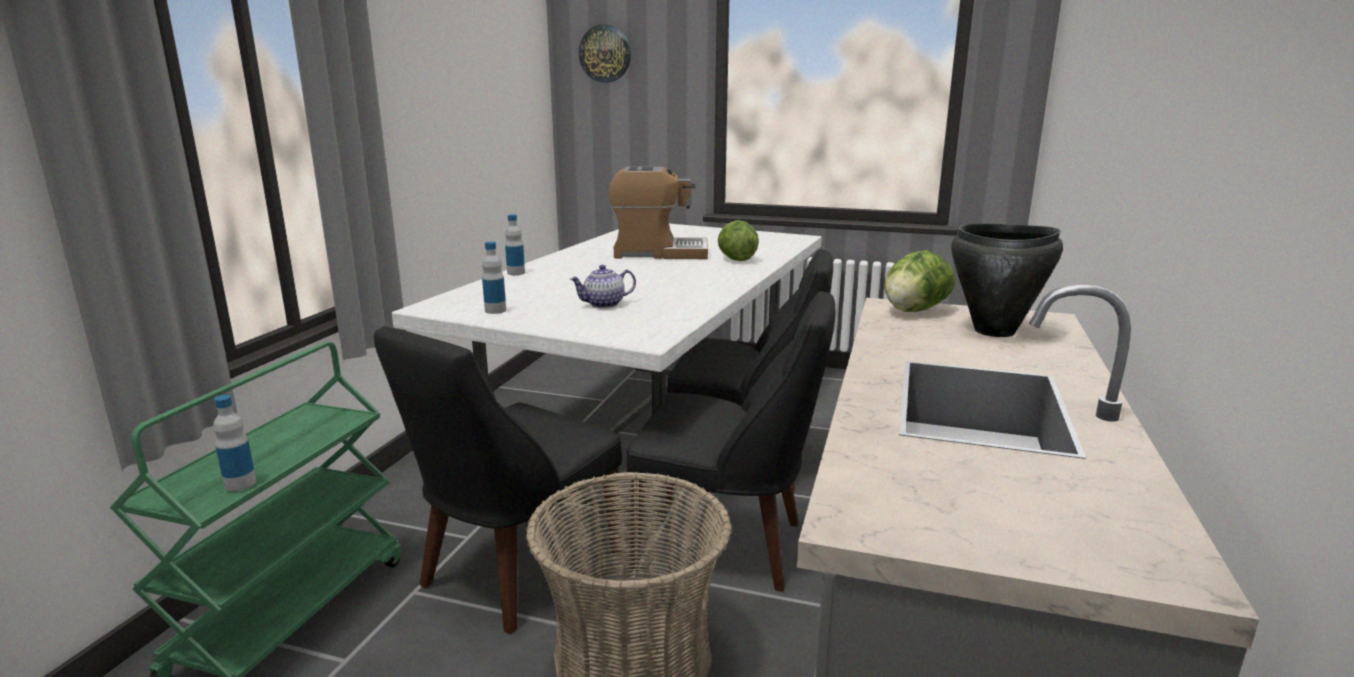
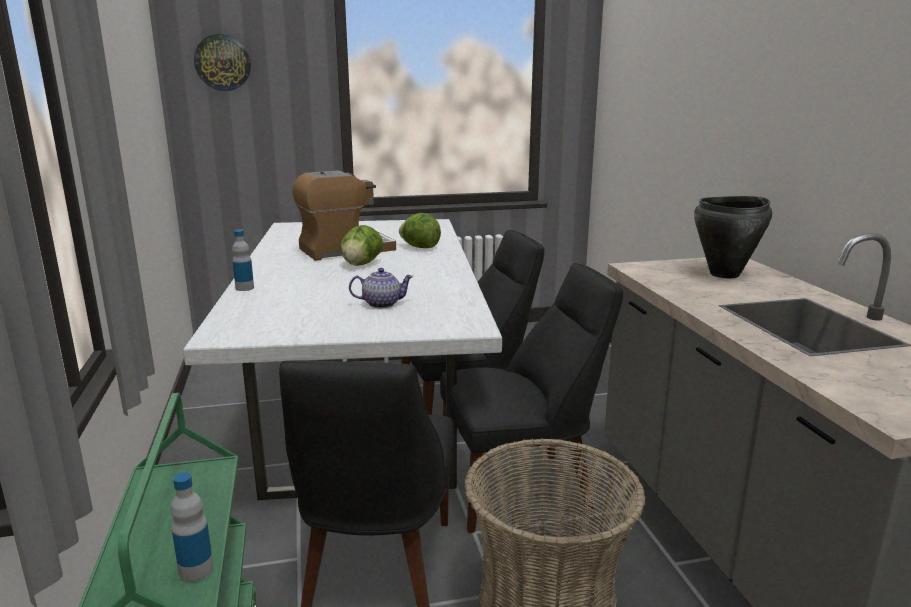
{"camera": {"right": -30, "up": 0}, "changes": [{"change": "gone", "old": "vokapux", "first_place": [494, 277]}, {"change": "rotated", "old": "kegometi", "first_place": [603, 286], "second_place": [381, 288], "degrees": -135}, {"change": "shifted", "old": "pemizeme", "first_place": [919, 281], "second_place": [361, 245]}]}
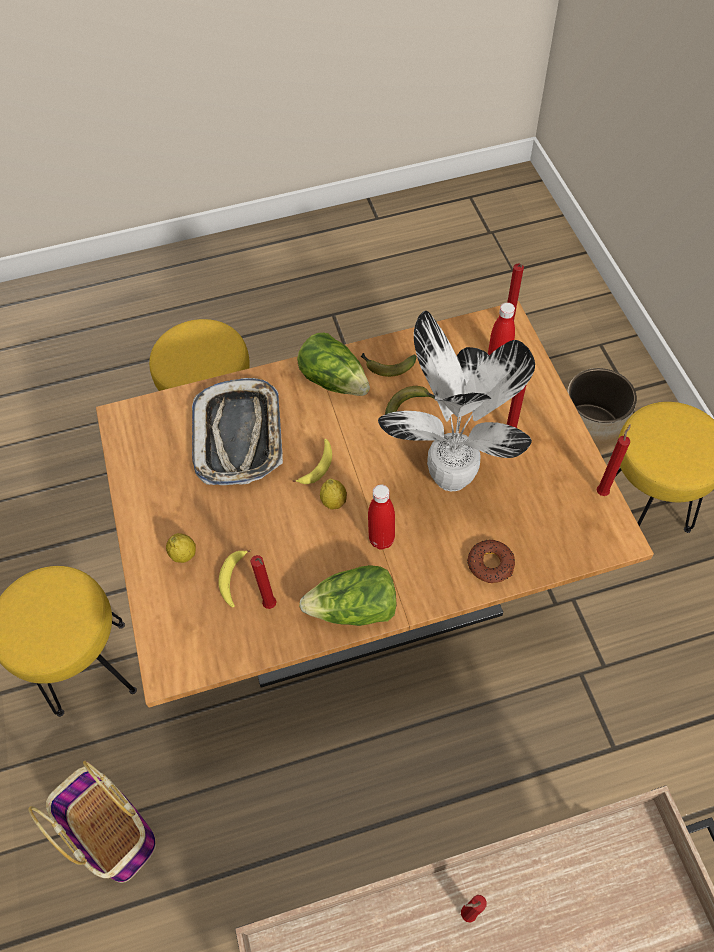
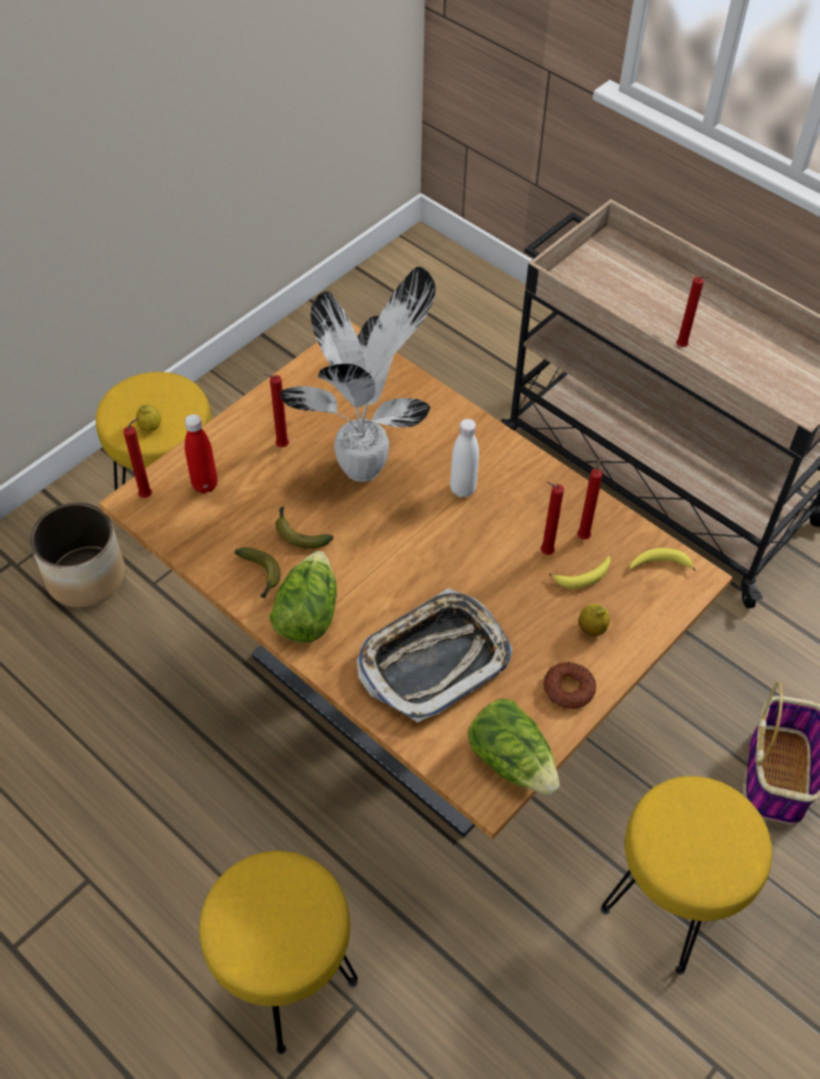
{"camera": {"right": -125, "up": -5}, "changes": [{"change": "shifted", "old": "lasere", "first_place": [312, 461], "second_place": [662, 559]}, {"change": "shifted", "old": "pemizeme", "first_place": [347, 595], "second_place": [514, 746]}, {"change": "shifted", "old": "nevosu", "first_place": [333, 494], "second_place": [148, 418]}, {"change": "repainted", "old": "red_vokapux", "new": "white_vokapux", "first_place": [381, 517], "second_place": [464, 458]}, {"change": "shifted", "old": "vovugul", "first_place": [491, 561], "second_place": [569, 685]}, {"change": "shifted", "old": "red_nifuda", "first_place": [613, 460], "second_place": [552, 518]}]}
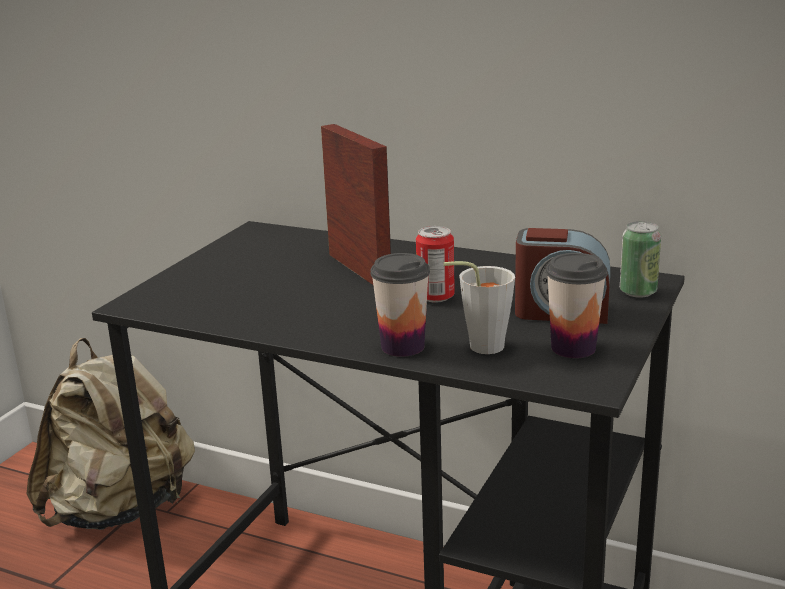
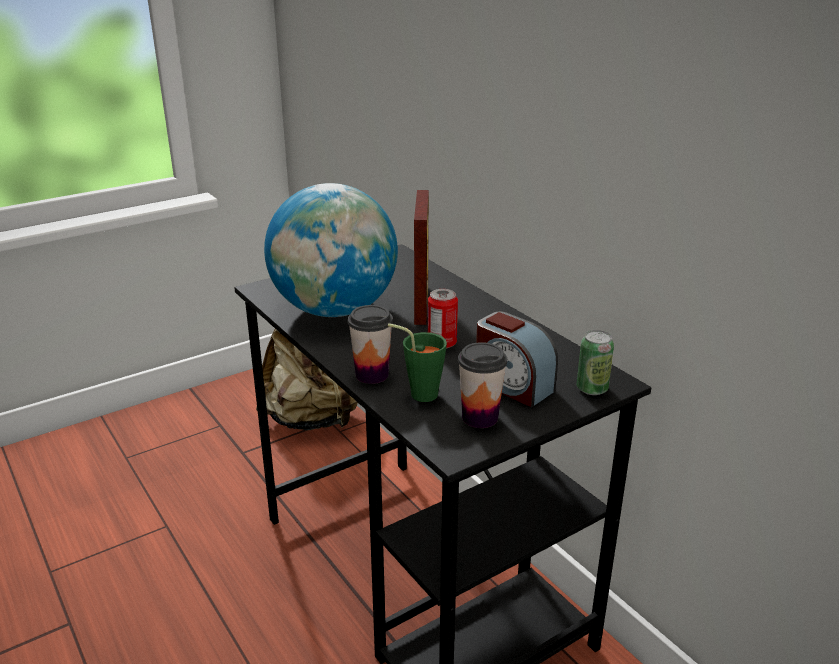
{"camera": {"right": 30, "up": 5}, "changes": [{"change": "repainted", "old": "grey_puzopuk", "new": "green_puzopuk", "first_place": [479, 307], "second_place": [417, 362]}, {"change": "new", "new": "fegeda", "second_place": [331, 250]}]}
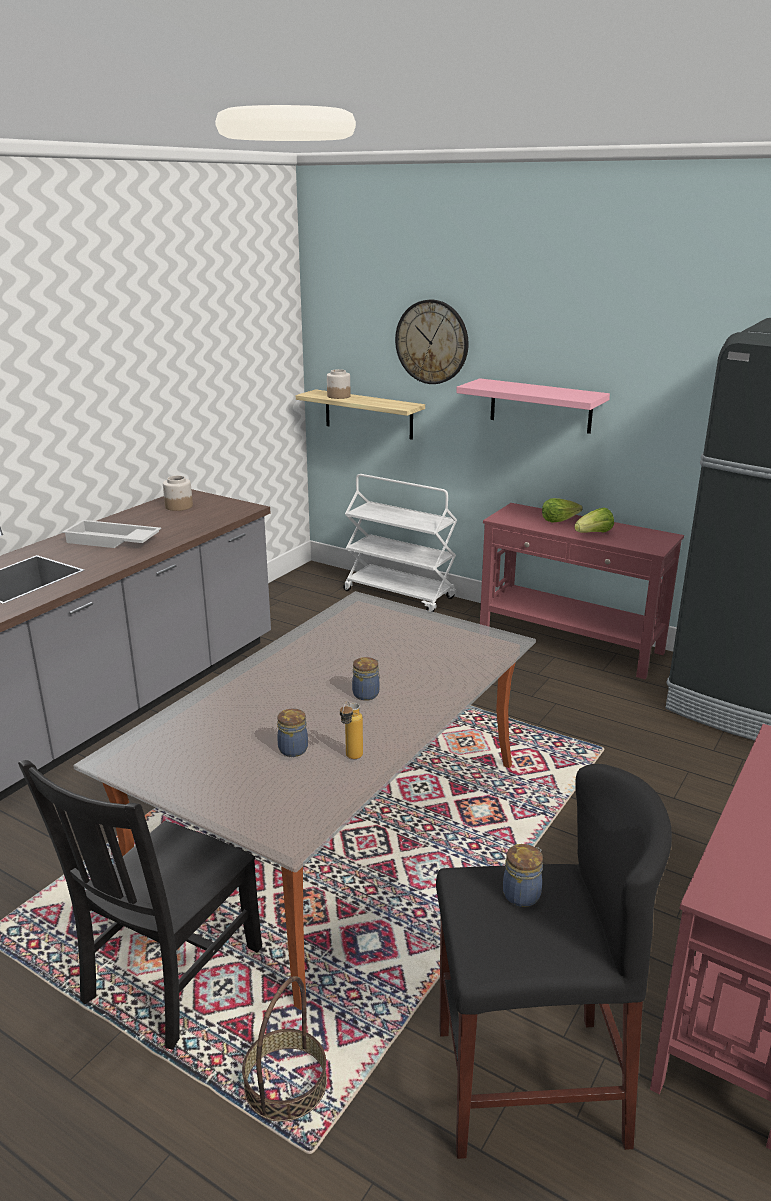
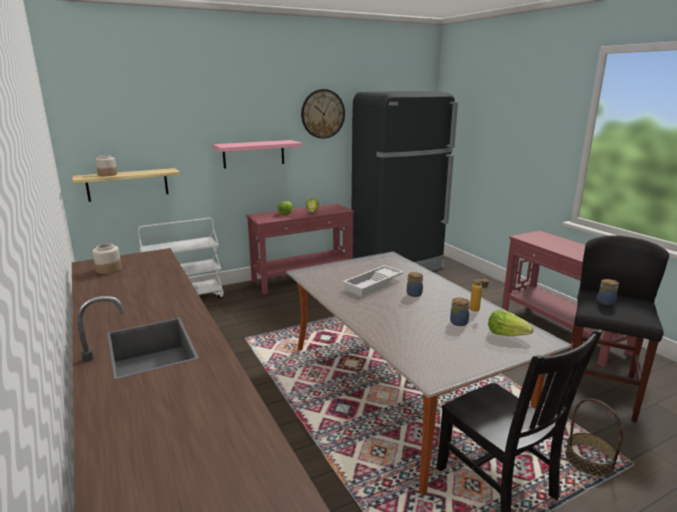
{"camera": {"right": -60, "up": -5}, "changes": [{"change": "shifted", "old": "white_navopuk", "first_place": [111, 534], "second_place": [373, 280]}, {"change": "shifted", "old": "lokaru", "first_place": [432, 342], "second_place": [323, 114]}, {"change": "new", "new": "pemizeme", "second_place": [511, 323]}]}
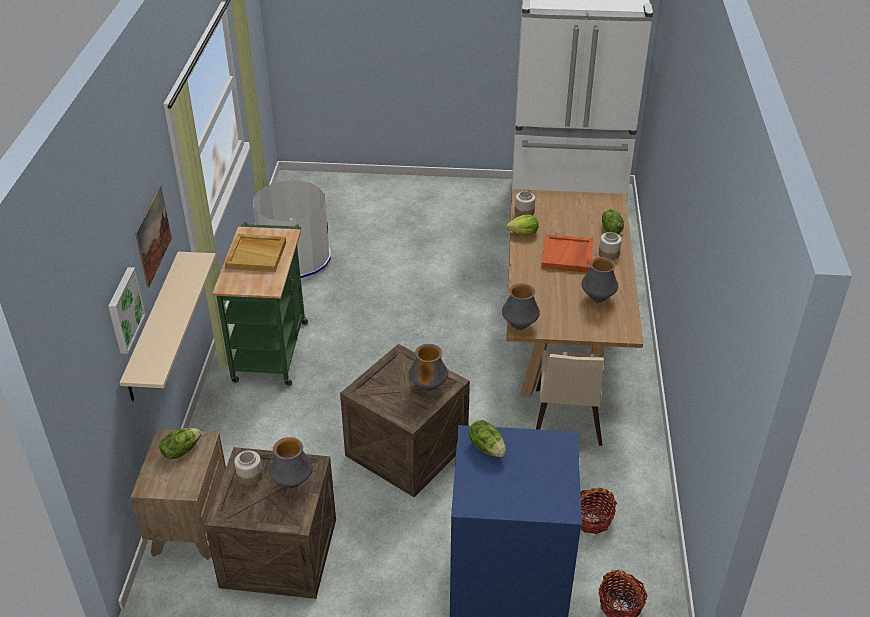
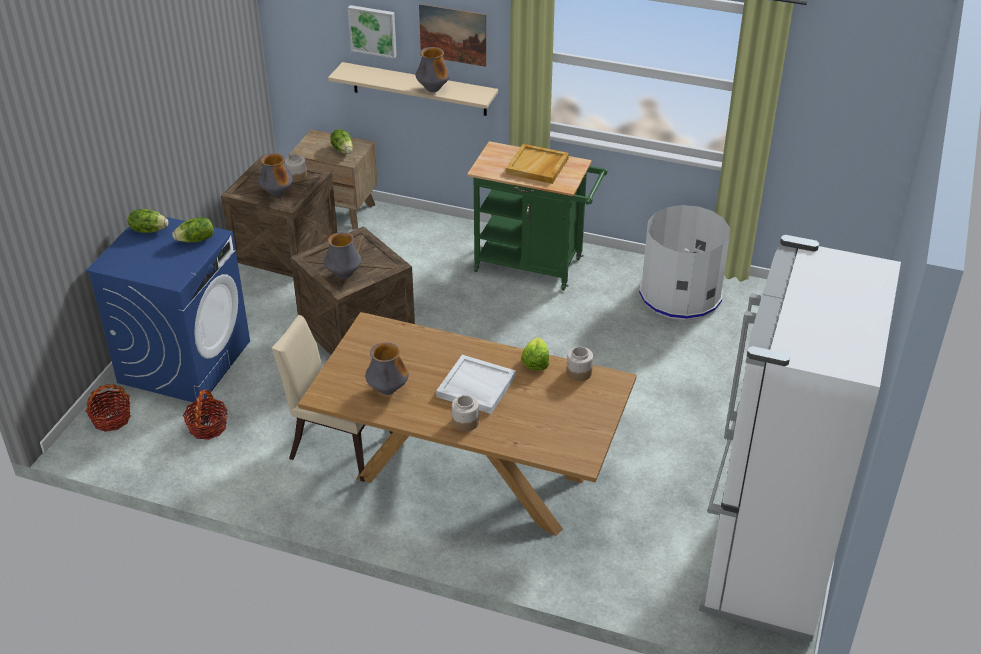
{"camera": {"right": 105, "up": 0}, "changes": [{"change": "shifted", "old": "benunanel", "first_place": [521, 306], "second_place": [433, 69]}, {"change": "repainted", "old": "orange_navopuk", "new": "white_navopuk", "first_place": [567, 253], "second_place": [476, 384]}, {"change": "shifted", "old": "pemizeme", "first_place": [613, 221], "second_place": [148, 221]}]}
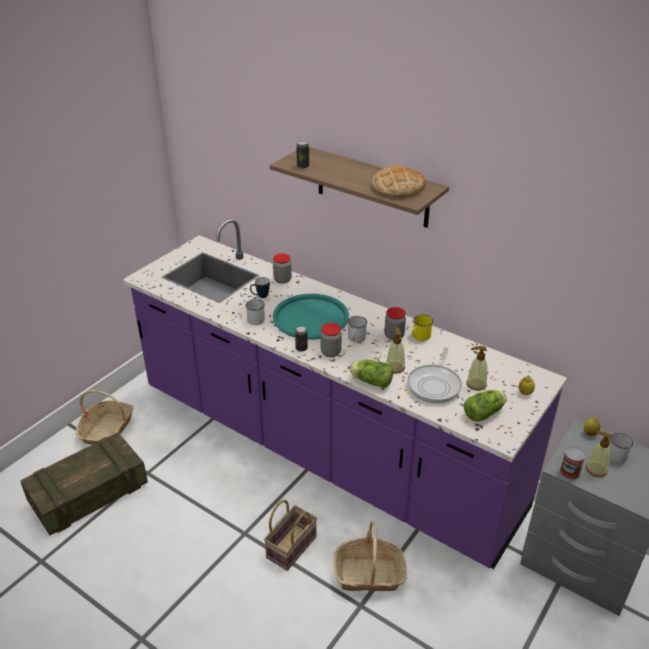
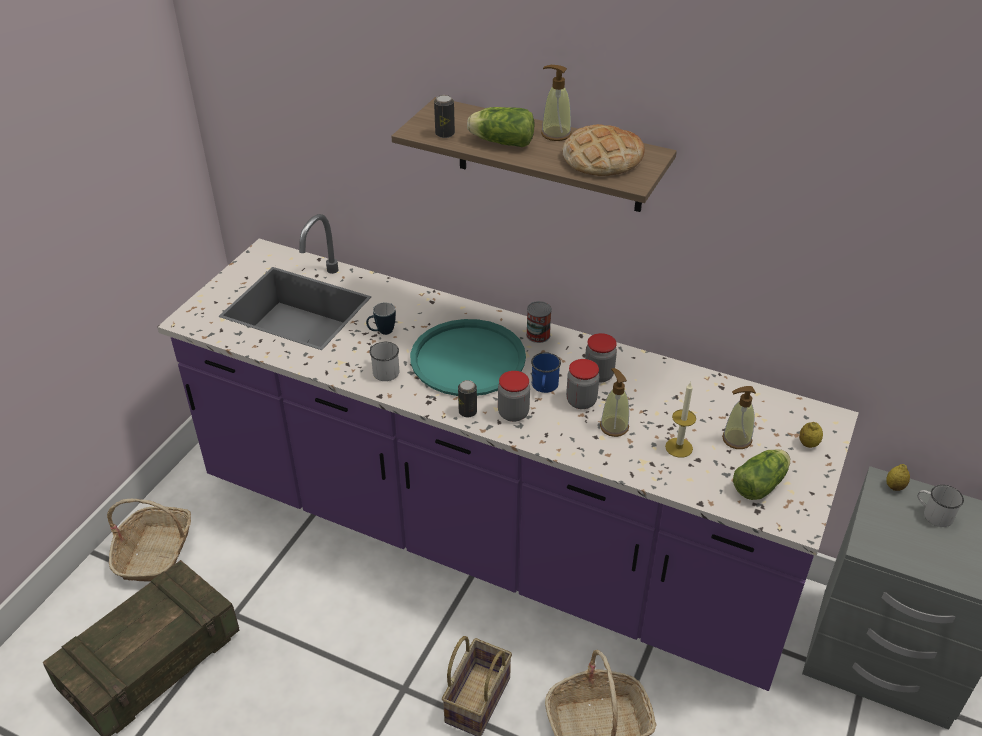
{"camera": {"right": -10, "up": 5}, "changes": [{"change": "shifted", "old": "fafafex", "first_place": [282, 268], "second_place": [582, 384]}, {"change": "repainted", "old": "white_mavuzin", "new": "blue_mavuzin", "first_place": [357, 329], "second_place": [546, 372]}, {"change": "shifted", "old": "pemizeme", "first_place": [371, 374], "second_place": [500, 127]}, {"change": "swapped", "old": "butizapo", "new": "nifuda", "first_place": [434, 375], "second_place": [680, 420]}, {"change": "gone", "old": "yellow_mavuzin", "first_place": [422, 327]}, {"change": "shifted", "old": "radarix", "first_place": [573, 462], "second_place": [539, 322]}, {"change": "shifted", "old": "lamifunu", "first_place": [599, 454], "second_place": [556, 103]}]}
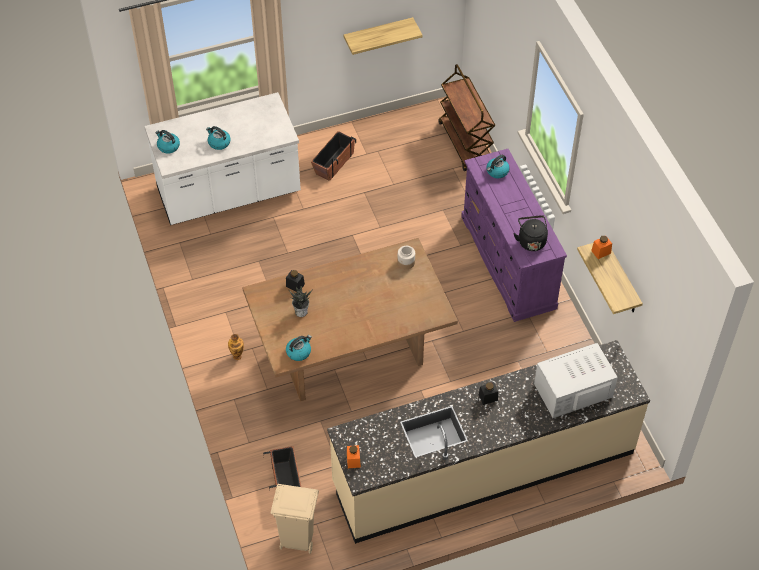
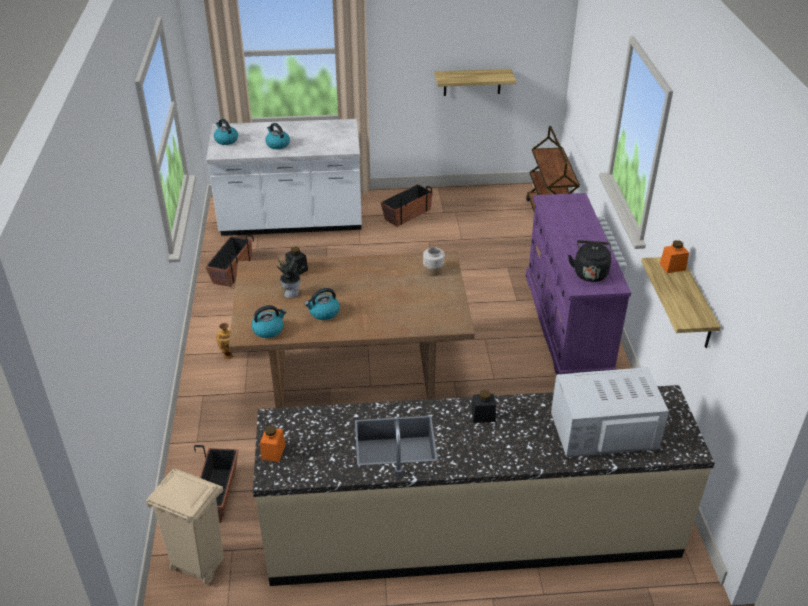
{"camera": {"right": 15, "up": -15}, "changes": [{"change": "shifted", "old": "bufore", "first_place": [498, 166], "second_place": [322, 304]}, {"change": "new", "new": "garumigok", "second_place": [229, 261]}]}
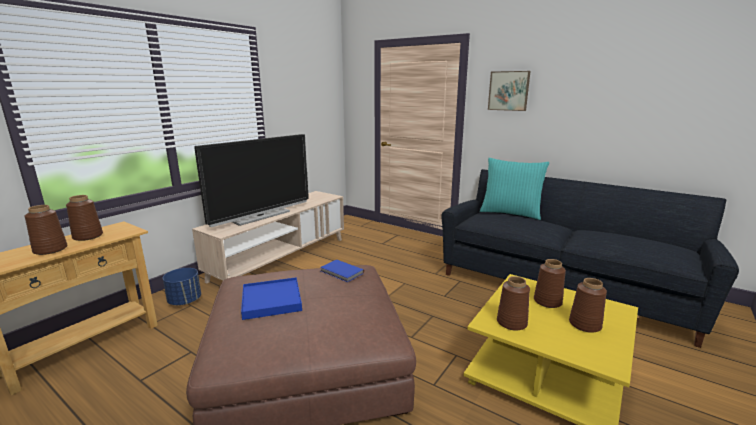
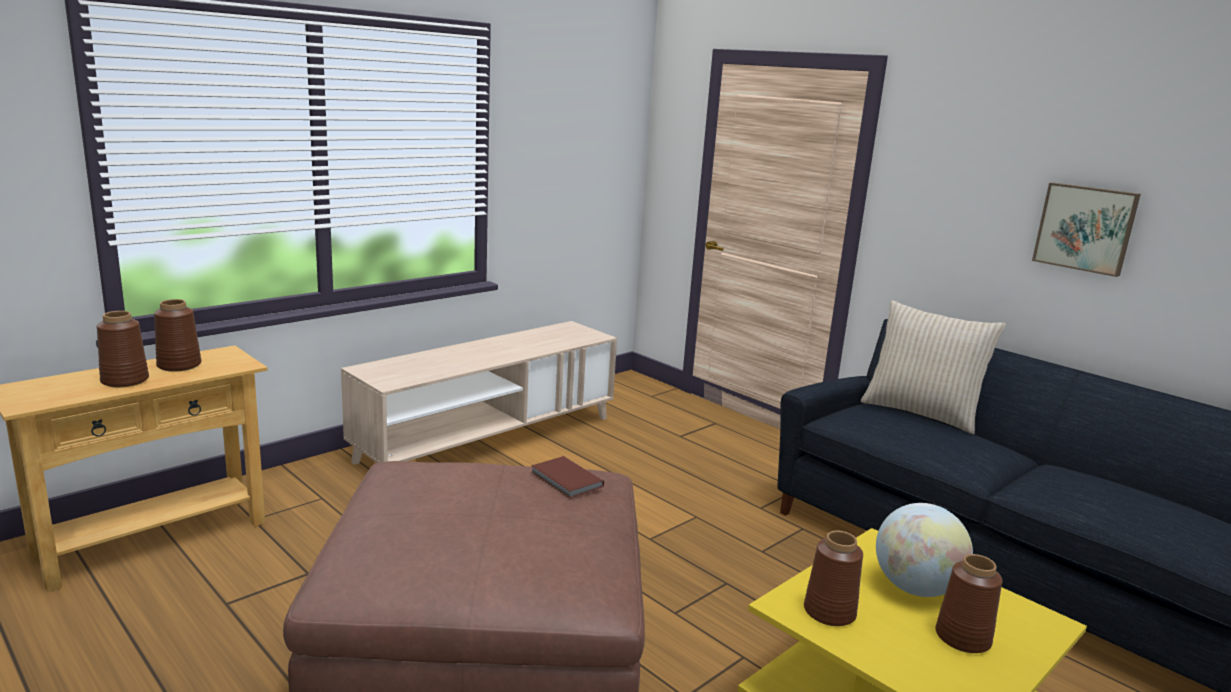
{"camera": {"right": 10, "up": 0}, "changes": [{"change": "gone", "old": "blue_garumigok", "first_place": [182, 286]}, {"change": "gone", "old": "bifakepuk", "first_place": [251, 180]}, {"change": "gone", "old": "blue_navopuk", "first_place": [271, 298]}, {"change": "repainted", "old": "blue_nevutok", "new": "brown_nevutok", "first_place": [342, 270], "second_place": [567, 477]}, {"change": "repainted", "old": "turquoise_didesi", "new": "beige_didesi", "first_place": [514, 189], "second_place": [933, 367]}, {"change": "shifted", "old": "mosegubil", "first_place": [509, 91], "second_place": [1086, 229]}, {"change": "swapped", "old": "brown_benunanel", "new": "fegeda", "first_place": [550, 283], "second_place": [924, 550]}]}
